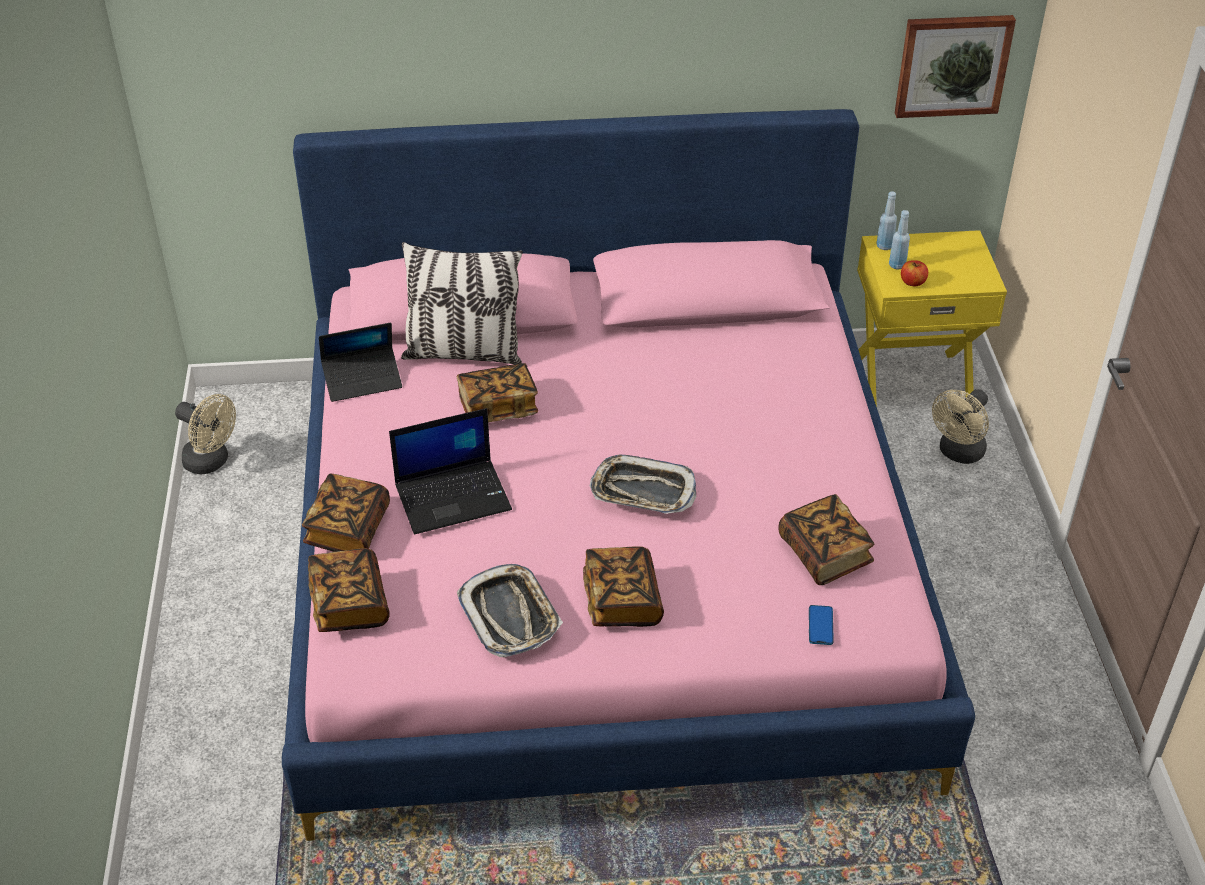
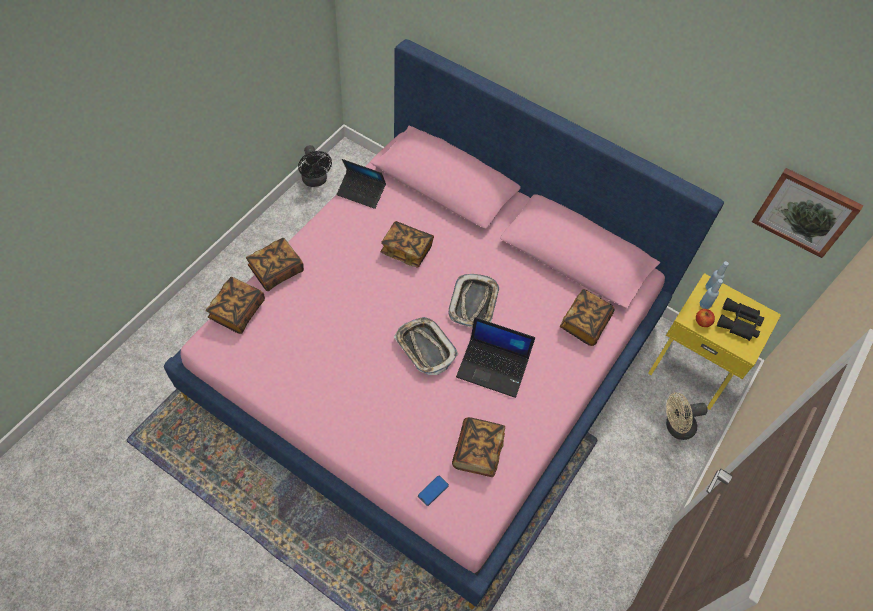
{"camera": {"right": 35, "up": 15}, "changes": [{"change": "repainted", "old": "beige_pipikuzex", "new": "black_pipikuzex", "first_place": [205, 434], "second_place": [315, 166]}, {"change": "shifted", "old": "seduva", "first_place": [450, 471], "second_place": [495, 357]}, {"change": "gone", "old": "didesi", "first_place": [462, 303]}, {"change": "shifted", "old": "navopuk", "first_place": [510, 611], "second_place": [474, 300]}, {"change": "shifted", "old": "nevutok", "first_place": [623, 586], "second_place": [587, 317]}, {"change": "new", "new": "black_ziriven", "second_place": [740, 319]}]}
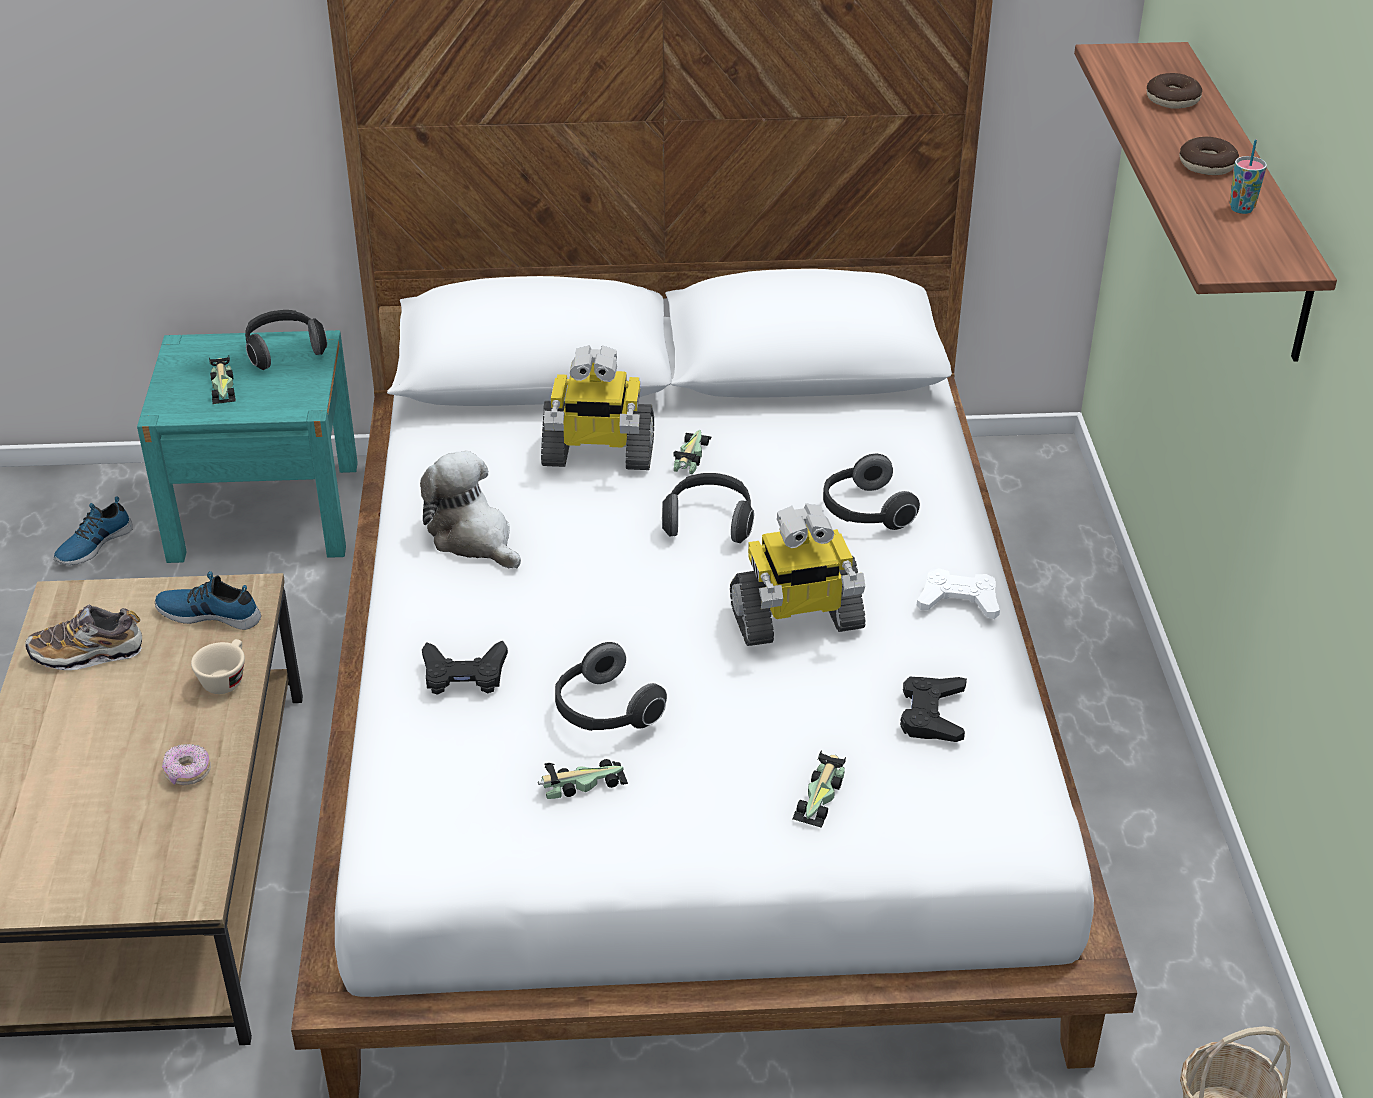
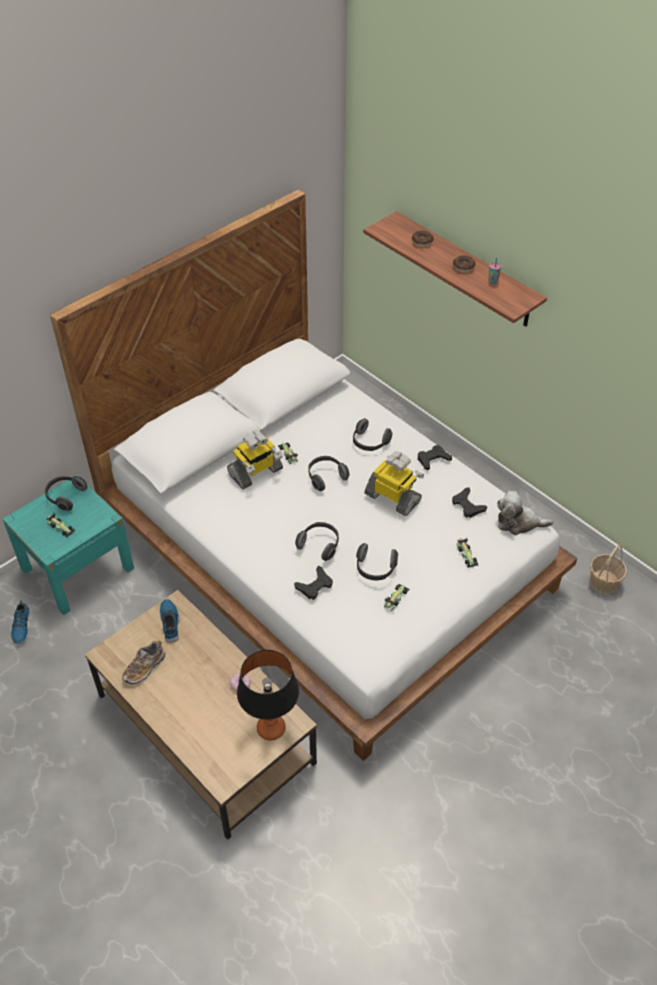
{"camera": {"right": -40, "up": 10}, "changes": [{"change": "rotated", "old": "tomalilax", "first_place": [208, 600], "second_place": [170, 621], "degrees": 105}, {"change": "gone", "old": "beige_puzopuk", "first_place": [218, 666]}, {"change": "shifted", "old": "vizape", "first_place": [470, 510], "second_place": [525, 513]}, {"change": "rotated", "old": "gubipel", "first_place": [798, 574], "second_place": [394, 483], "degrees": -90}, {"change": "repainted", "old": "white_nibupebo", "new": "black_nibupebo", "first_place": [958, 594], "second_place": [435, 458]}, {"change": "new", "new": "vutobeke", "second_place": [268, 695]}, {"change": "new", "new": "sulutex", "second_place": [317, 541]}]}
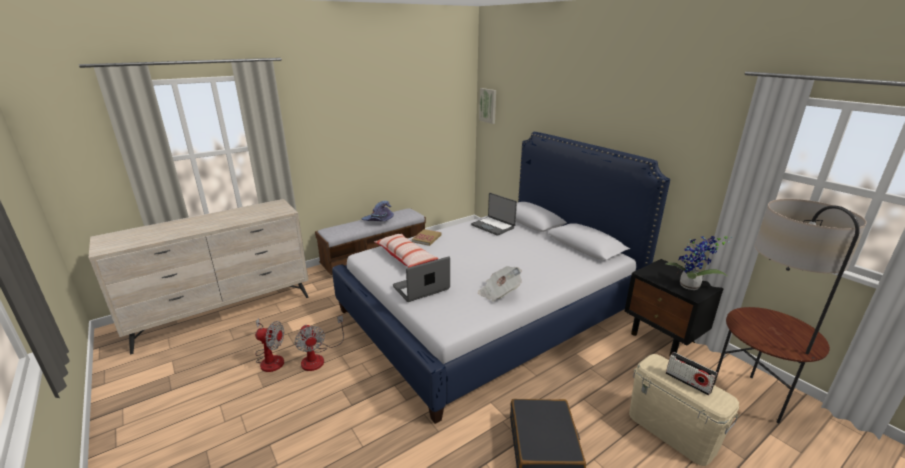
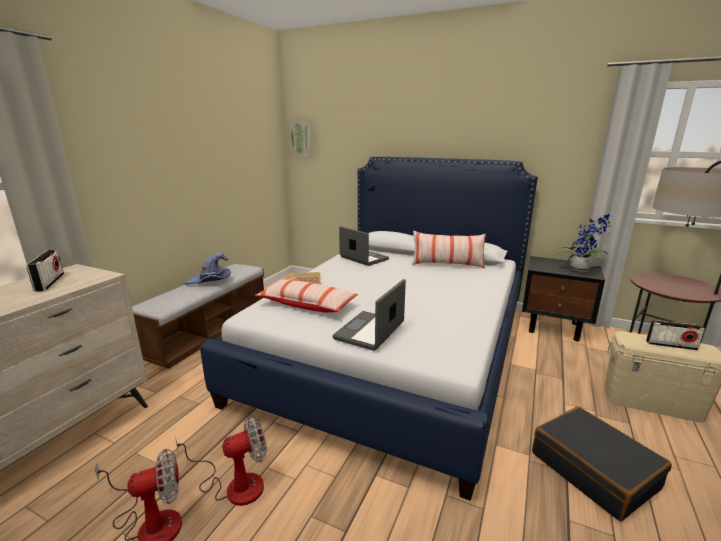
{"camera": {"right": -30, "up": -5}, "changes": [{"change": "rotated", "old": "pipikuzex", "first_place": [319, 343], "second_place": [221, 461], "degrees": -60}, {"change": "rotated", "old": "seduva", "first_place": [494, 214], "second_place": [364, 246], "degrees": -150}, {"change": "gone", "old": "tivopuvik", "first_place": [500, 284]}, {"change": "new", "new": "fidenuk", "second_place": [45, 271]}, {"change": "new", "new": "didesi", "second_place": [449, 249]}]}
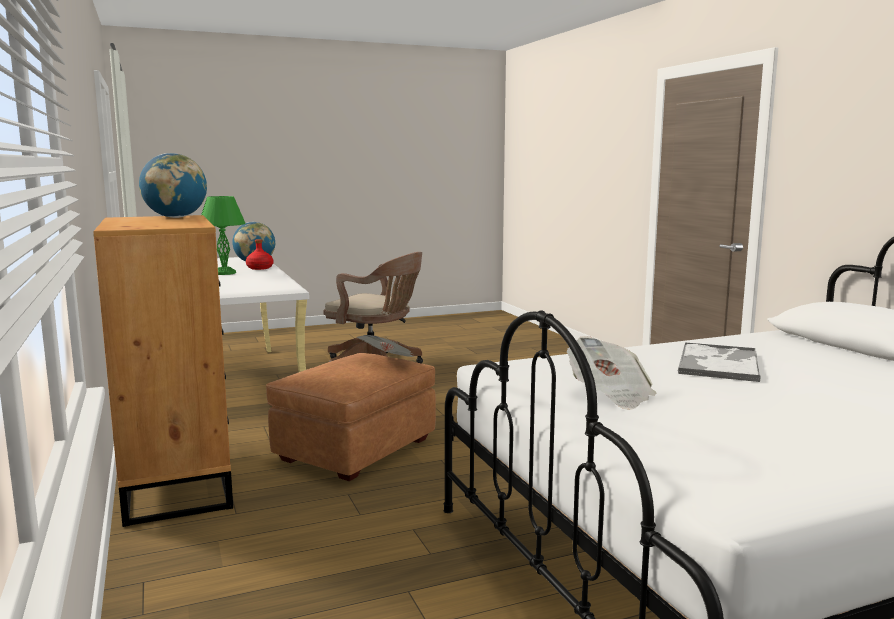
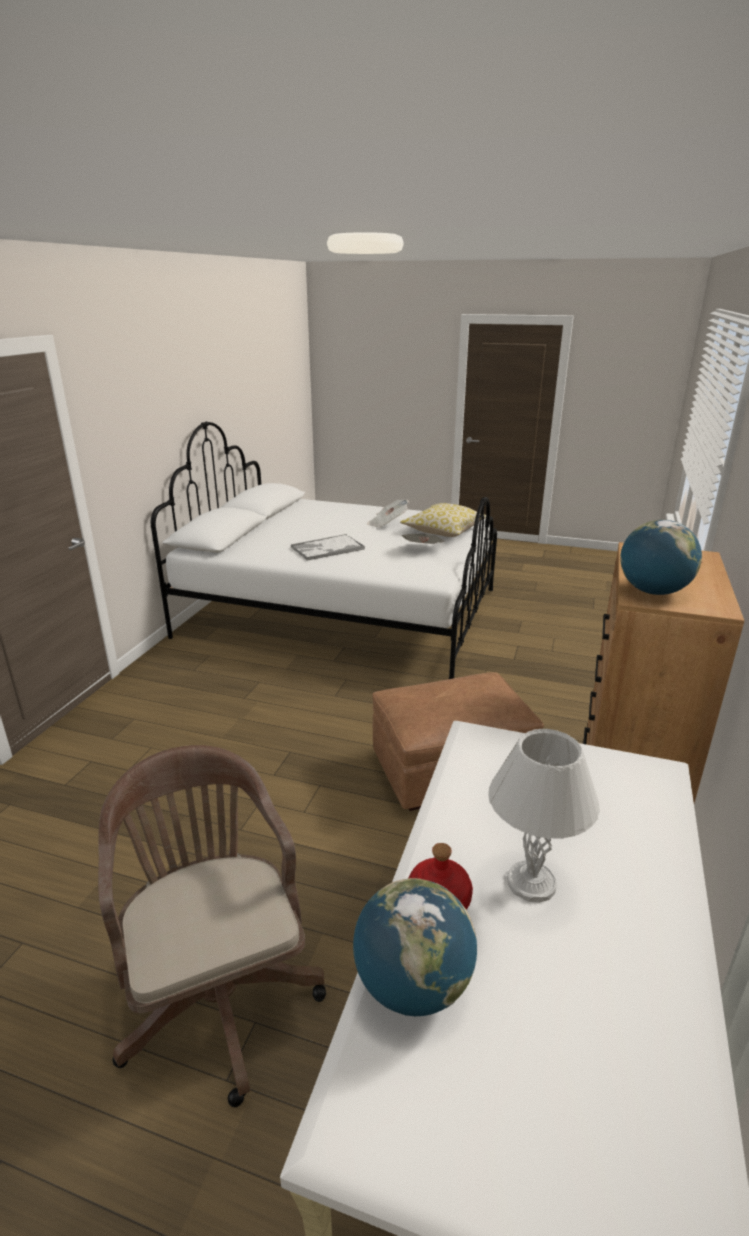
{"camera": {"right": -140, "up": 15}, "changes": [{"change": "repainted", "old": "green_vutobeke", "new": "white_vutobeke", "first_place": [223, 235], "second_place": [544, 816]}, {"change": "shifted", "old": "tivopuvik", "first_place": [385, 346], "second_place": [388, 513]}, {"change": "new", "new": "didesi", "second_place": [443, 520]}]}
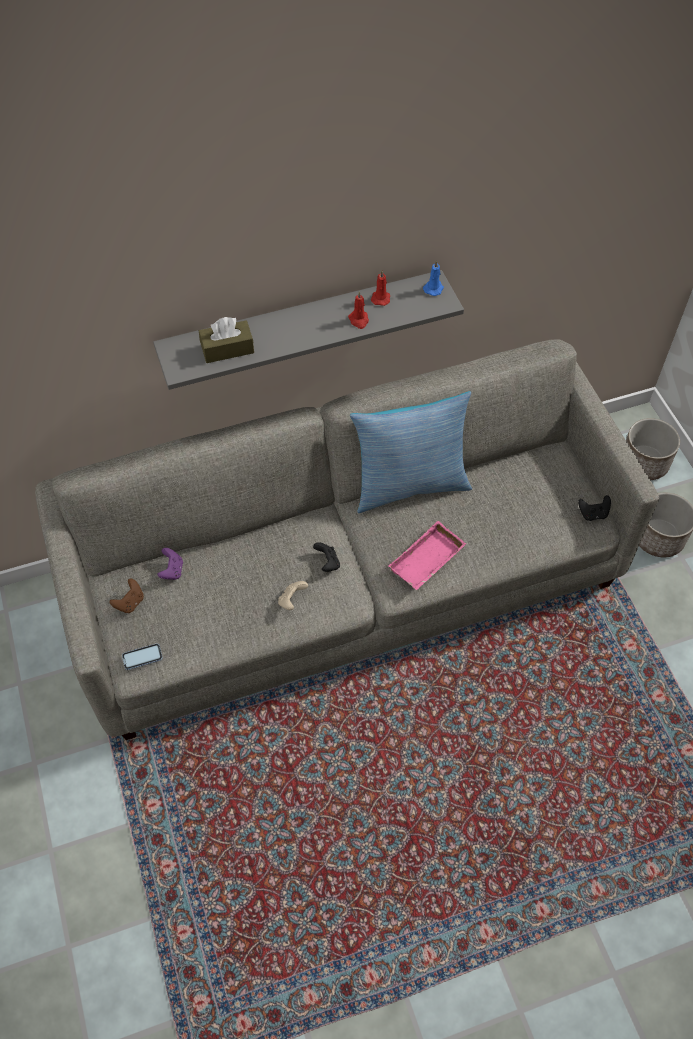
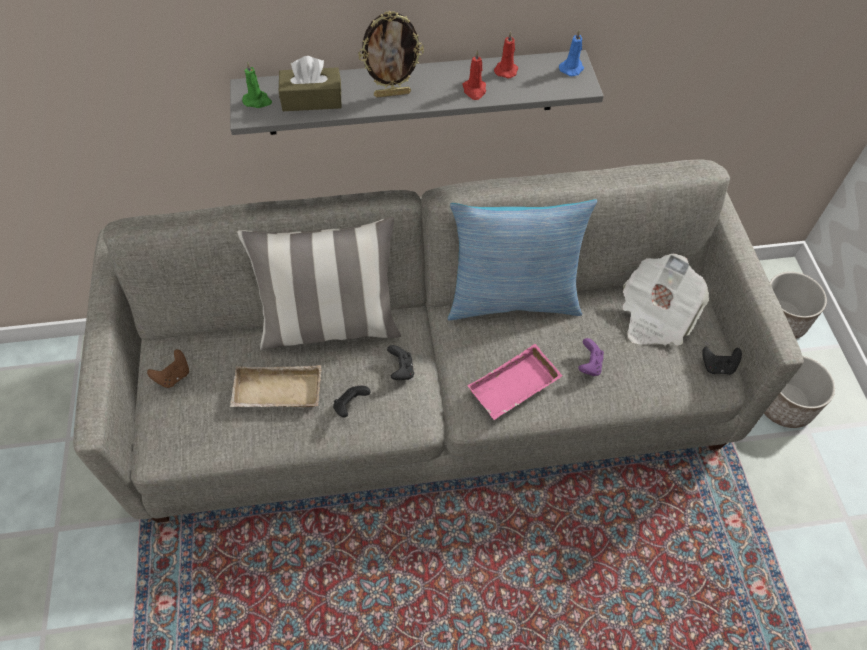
{"camera": {"right": 10, "up": 0}, "changes": [{"change": "gone", "old": "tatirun", "first_place": [142, 656]}, {"change": "shifted", "old": "purple_nibupebo", "first_place": [170, 564], "second_place": [591, 357]}, {"change": "repainted", "old": "beige_nibupebo", "new": "black_nibupebo", "first_place": [293, 595], "second_place": [351, 402]}, {"change": "new", "new": "beige_navopuk", "second_place": [276, 386]}, {"change": "new", "new": "didesi", "second_place": [319, 283]}, {"change": "new", "new": "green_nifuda", "second_place": [257, 85]}, {"change": "new", "new": "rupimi", "second_place": [391, 54]}, {"change": "new", "new": "tivopuvik", "second_place": [665, 300]}]}
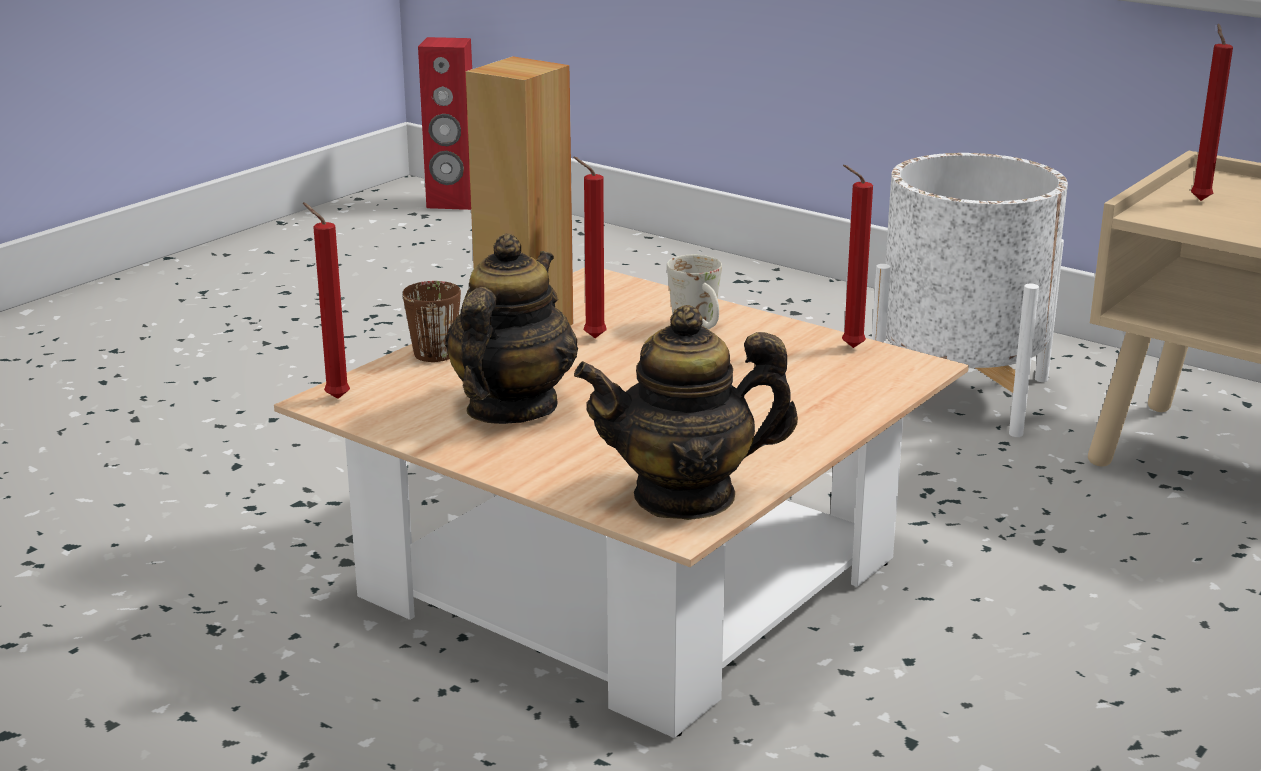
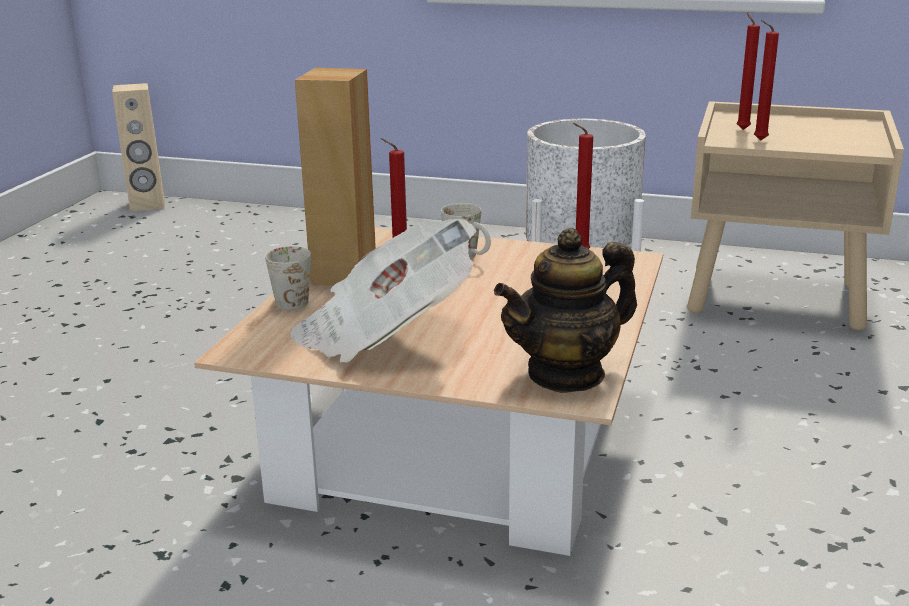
{"camera": {"right": -20, "up": 0}, "changes": [{"change": "shifted", "old": "red_nifuda", "first_place": [326, 301], "second_place": [766, 80]}, {"change": "repainted", "old": "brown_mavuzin", "new": "white_mavuzin", "first_place": [432, 321], "second_place": [288, 278]}, {"change": "repainted", "old": "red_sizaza", "new": "beige_sizaza", "first_place": [445, 123], "second_place": [138, 147]}, {"change": "swapped", "old": "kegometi", "new": "tivopuvik", "first_place": [511, 328], "second_place": [383, 291]}]}
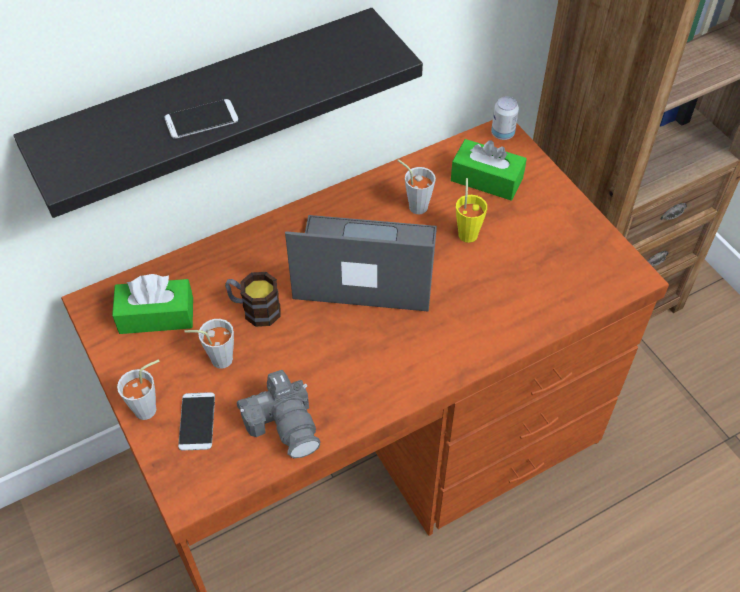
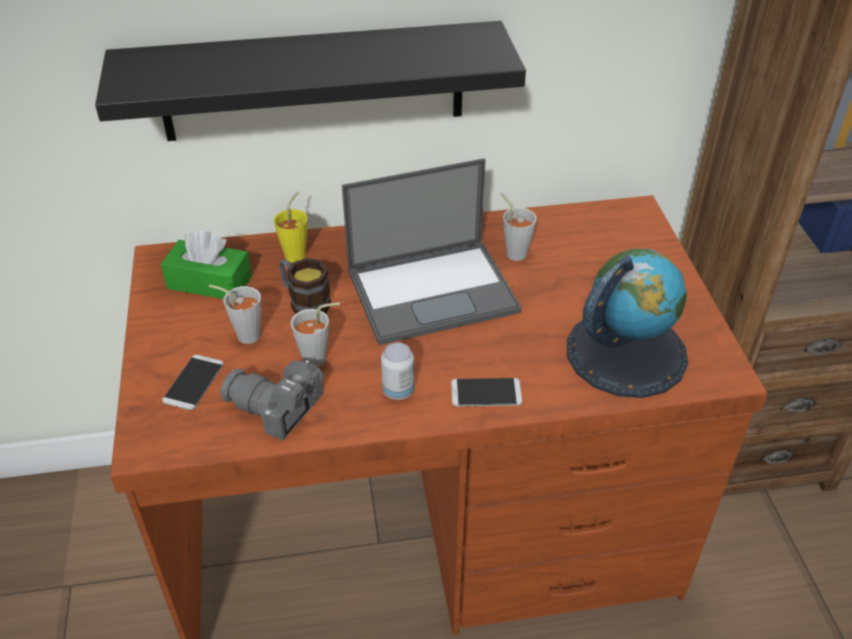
{"camera": {"right": 20, "up": -10}, "changes": [{"change": "shifted", "old": "grey_puzopuk", "first_place": [138, 389], "second_place": [315, 334]}, {"change": "shifted", "old": "tatirun", "first_place": [201, 119], "second_place": [486, 392]}, {"change": "rotated", "old": "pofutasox", "first_place": [279, 414], "second_place": [272, 400], "degrees": 120}, {"change": "rotated", "old": "seduva", "first_place": [361, 263], "second_place": [432, 251], "degrees": 135}, {"change": "gone", "old": "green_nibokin", "first_place": [489, 170]}, {"change": "shifted", "old": "yellow_puzopuk", "first_place": [471, 210], "second_place": [290, 227]}, {"change": "shifted", "old": "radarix", "first_place": [505, 118], "second_place": [397, 371]}, {"change": "new", "new": "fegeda", "second_place": [627, 323]}]}
